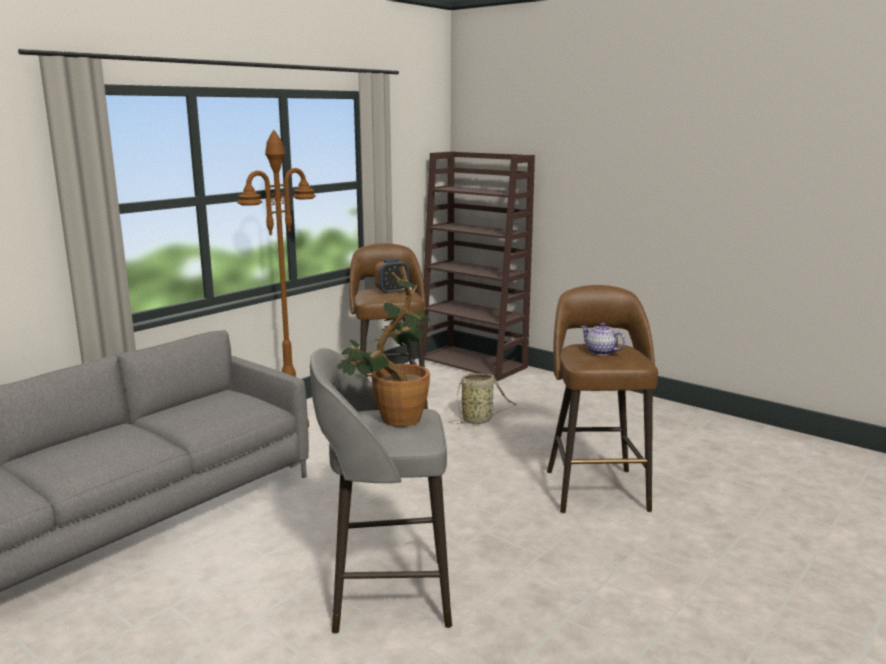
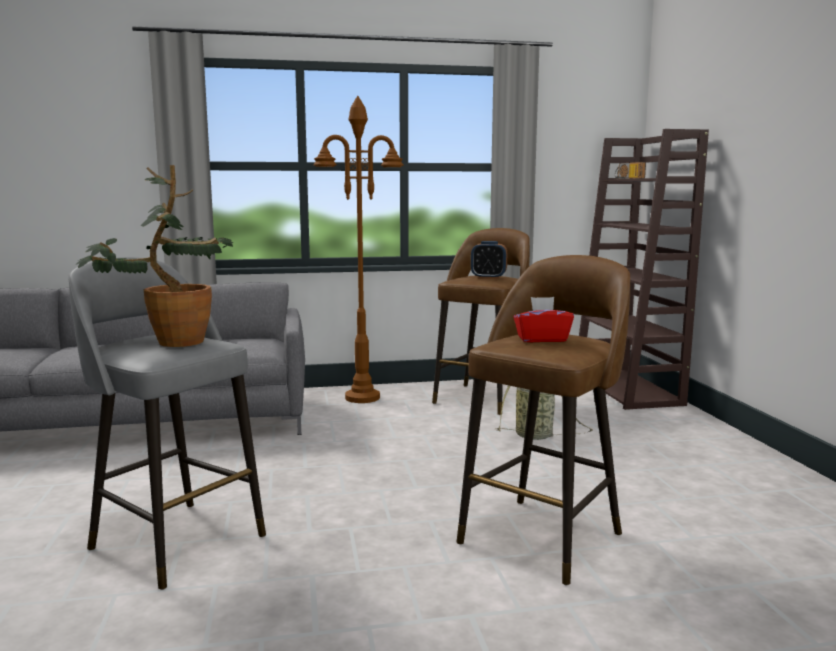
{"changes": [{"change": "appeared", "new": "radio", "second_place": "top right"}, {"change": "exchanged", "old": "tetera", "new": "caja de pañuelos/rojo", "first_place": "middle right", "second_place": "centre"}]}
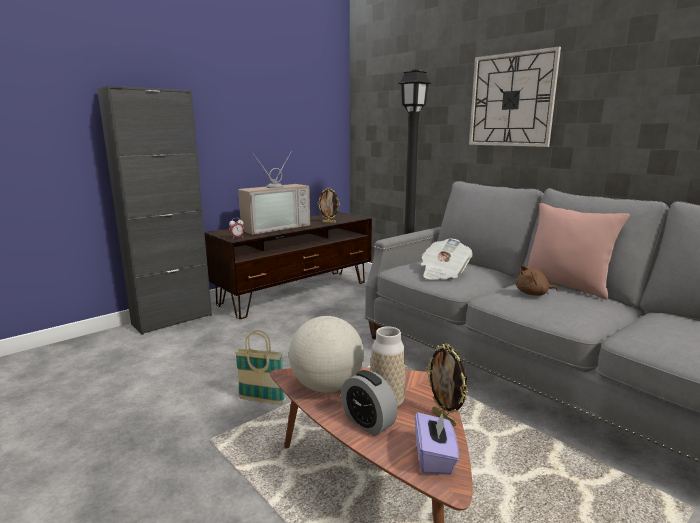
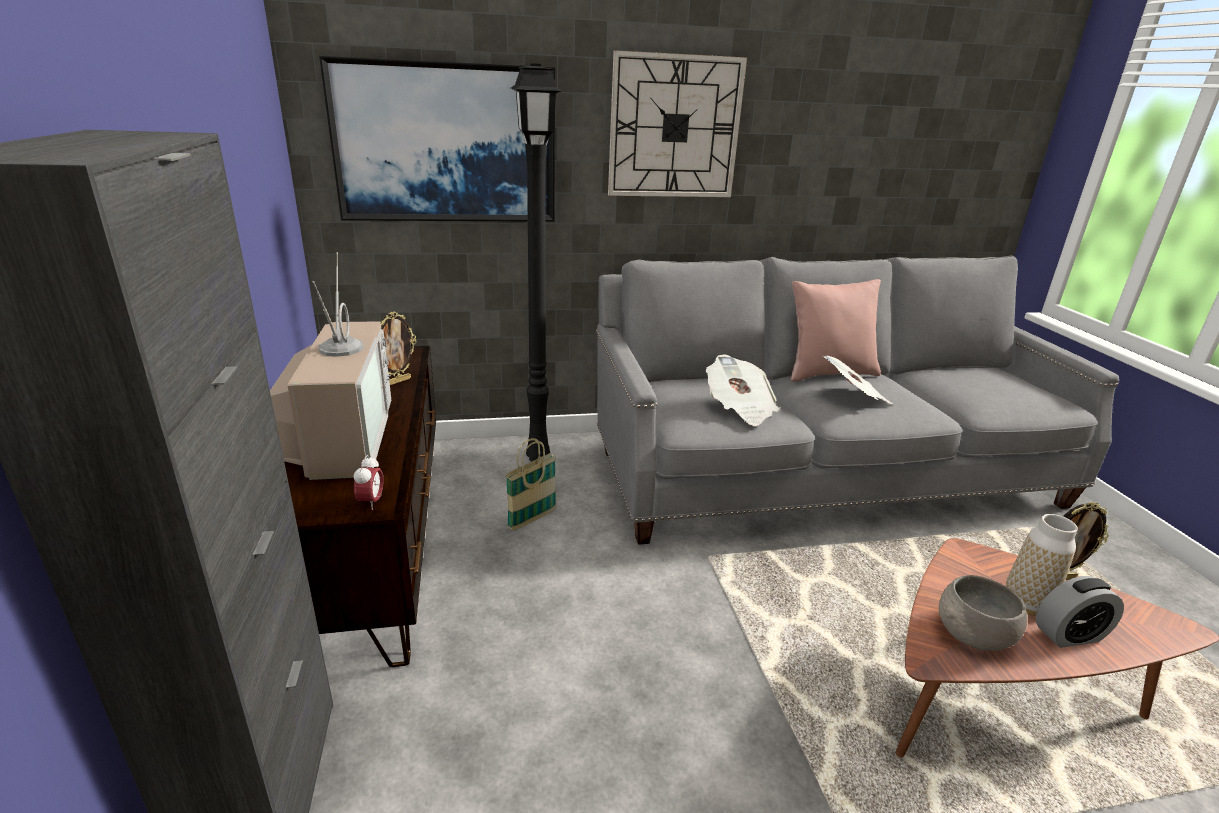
{"changes": [{"change": "missing", "old": "caja de pañuelos/morado", "first_place": "bottom centre"}, {"change": "appeared", "new": "cuadro", "second_place": "top centre"}, {"change": "relocated", "old": "cesta", "first_place": "bottom centre", "second_place": "centre"}, {"change": "exchanged", "old": "globo terráqueo", "new": "cuenco/gris", "first_place": "bottom centre", "second_place": "bottom right"}, {"change": "exchanged", "old": "peluche/marrón", "new": "periódico (no. 2 from left)", "first_place": "middle right", "second_place": "middle right"}]}
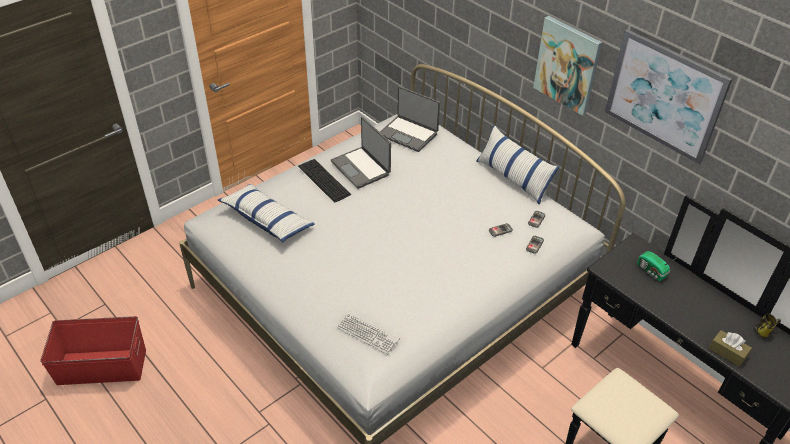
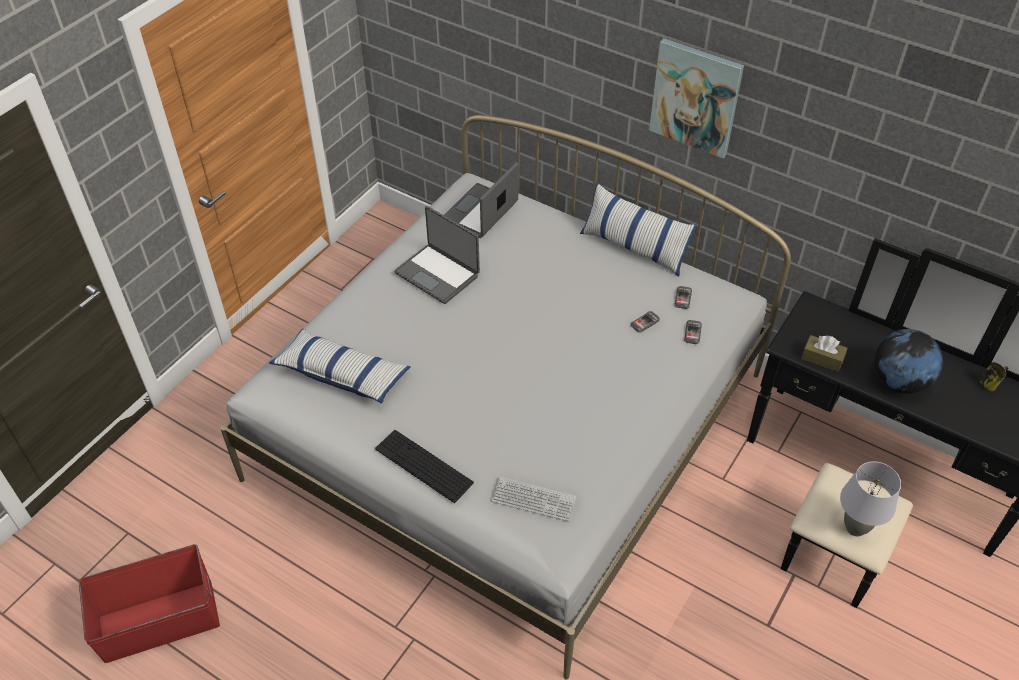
{"changes": [{"change": "missing", "old": "cuadro (no. 2 from left)", "first_place": "top right"}, {"change": "missing", "old": "radio", "first_place": "middle right"}, {"change": "appeared", "new": "lámpara de mesa/gris", "second_place": "bottom right"}, {"change": "appeared", "new": "globo terráqueo", "second_place": "middle right"}, {"change": "relocated", "old": "teclado (no. 1 from left)", "first_place": "centre", "second_place": "bottom centre"}, {"change": "relocated", "old": "caja de pañuelos/marrón", "first_place": "bottom right", "second_place": "middle right"}, {"change": "spun", "old": "portátil (no. 2 from left)", "first_place": "top centre", "second_place": "top centre", "degrees": 105}]}
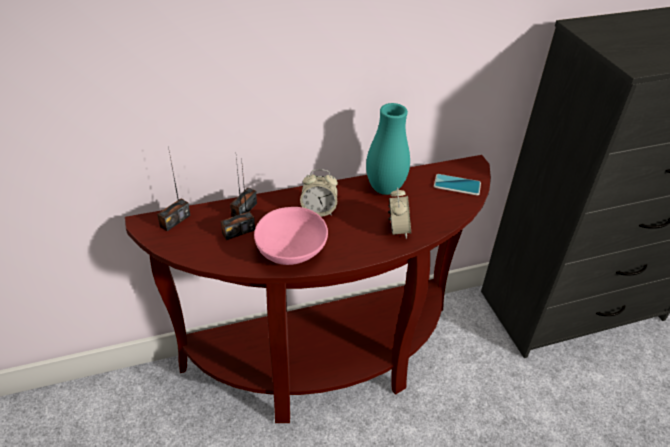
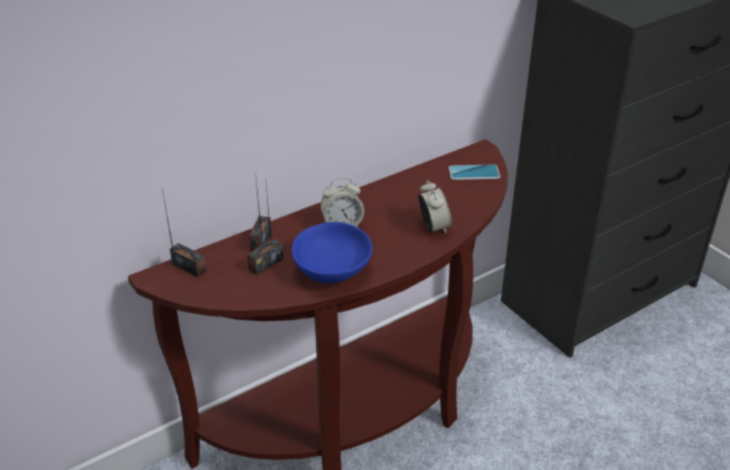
{"changes": [{"change": "missing", "old": "florero/turquesa", "first_place": "centre"}, {"change": "colour", "old": "cuenco/rosa", "new": "cuenco/azul", "first_place": "centre", "second_place": "centre"}, {"change": "spun", "old": "radio (no. 1 from left)", "first_place": "middle left", "second_place": "middle left", "degrees": -75}]}
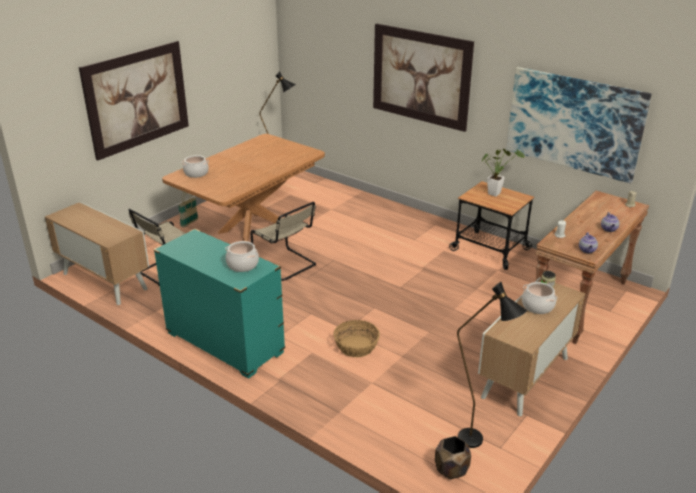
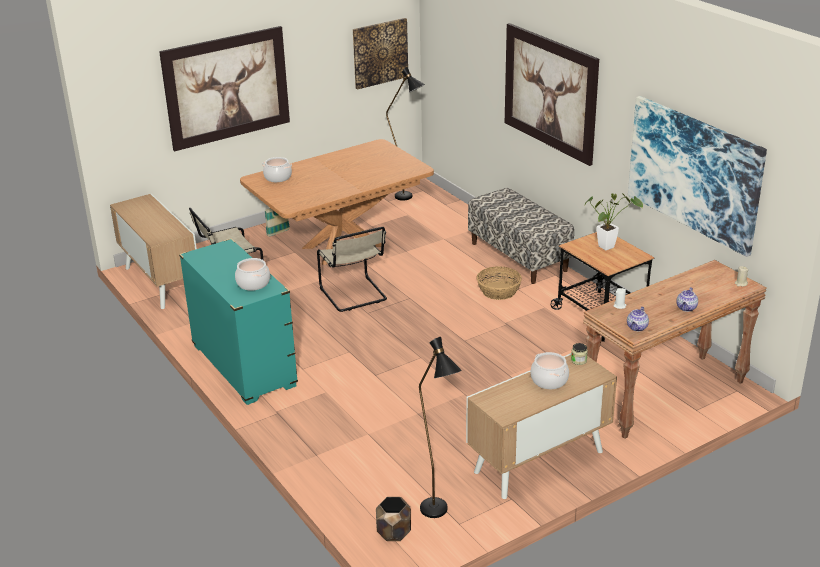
{"changes": [{"change": "appeared", "new": "cuadro (no. 2 from left)", "second_place": "top centre"}, {"change": "appeared", "new": "banco", "second_place": "centre"}, {"change": "relocated", "old": "cesta (no. 2 from left)", "first_place": "bottom centre", "second_place": "centre"}]}
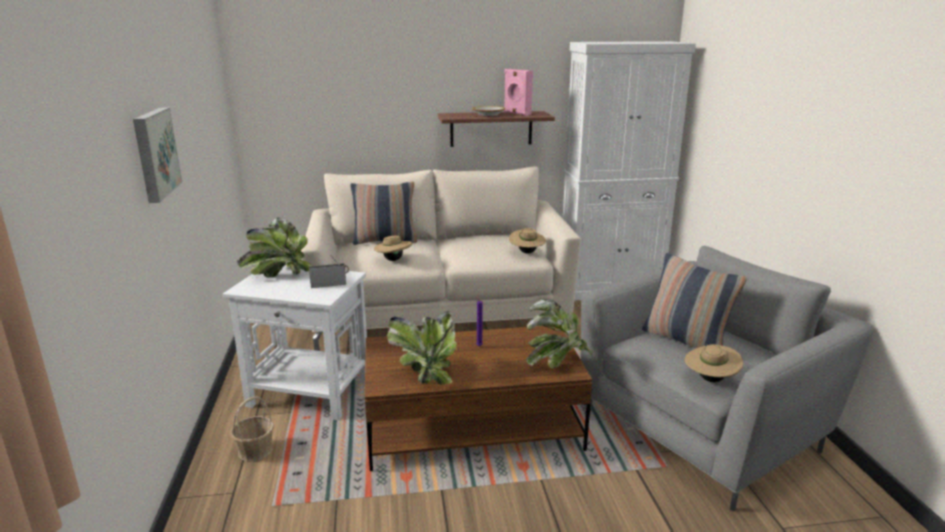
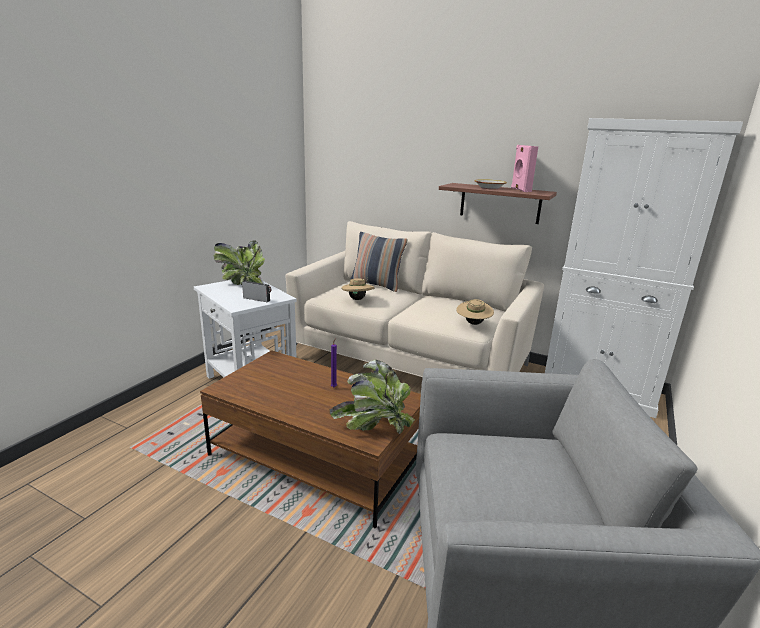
{"changes": [{"change": "missing", "old": "cuadro", "first_place": "top left"}, {"change": "missing", "old": "cesta", "first_place": "bottom left"}, {"change": "missing", "old": "planta en maceta (no. 2 from left)", "first_place": "centre"}, {"change": "missing", "old": "cojín (no. 2 from left)", "first_place": "middle right"}, {"change": "missing", "old": "sombrero/beis (no. 3 from left)", "first_place": "bottom right"}]}
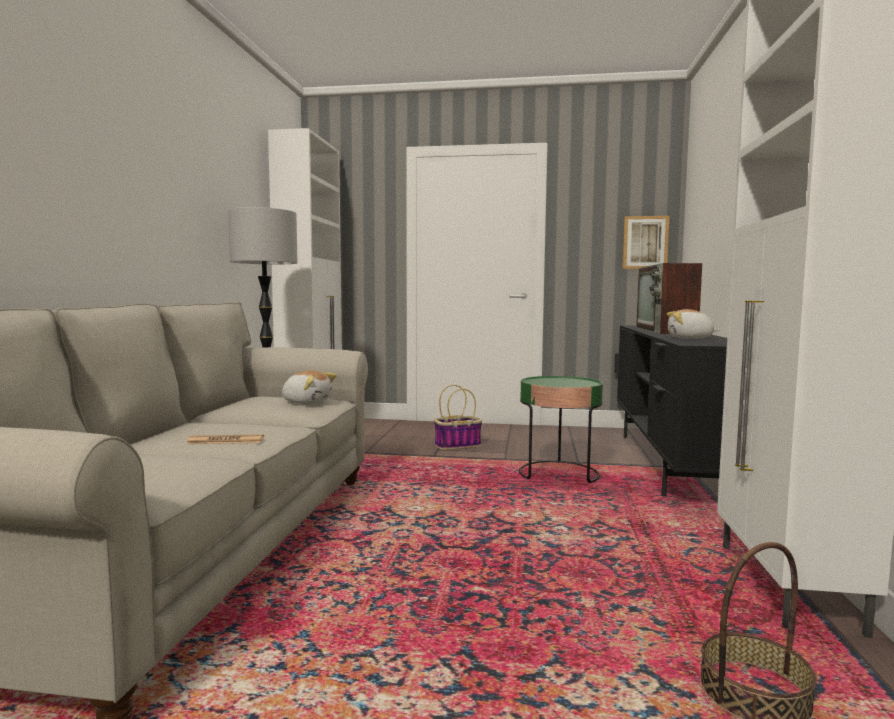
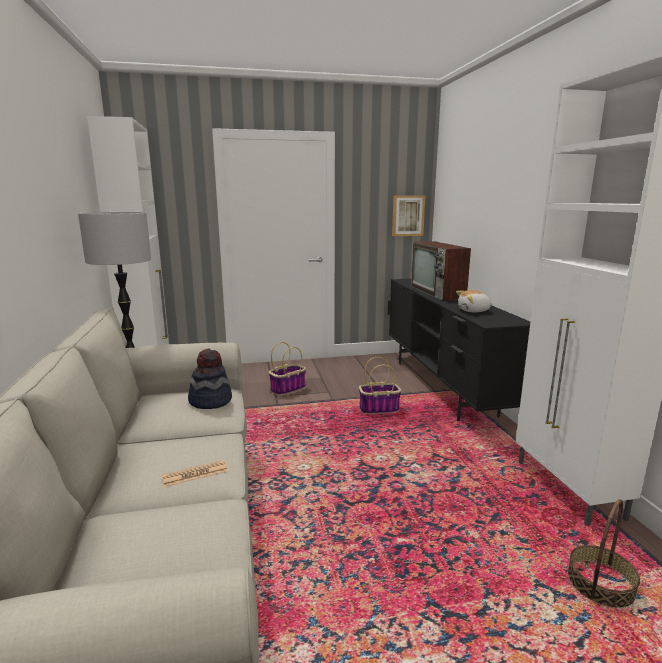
{"changes": [{"change": "exchanged", "old": "peluche (no. 1 from left)", "new": "sombrero", "first_place": "centre", "second_place": "middle left"}, {"change": "exchanged", "old": "mesa auxiliar/verde", "new": "cesta (no. 2 from left)", "first_place": "centre", "second_place": "centre"}]}
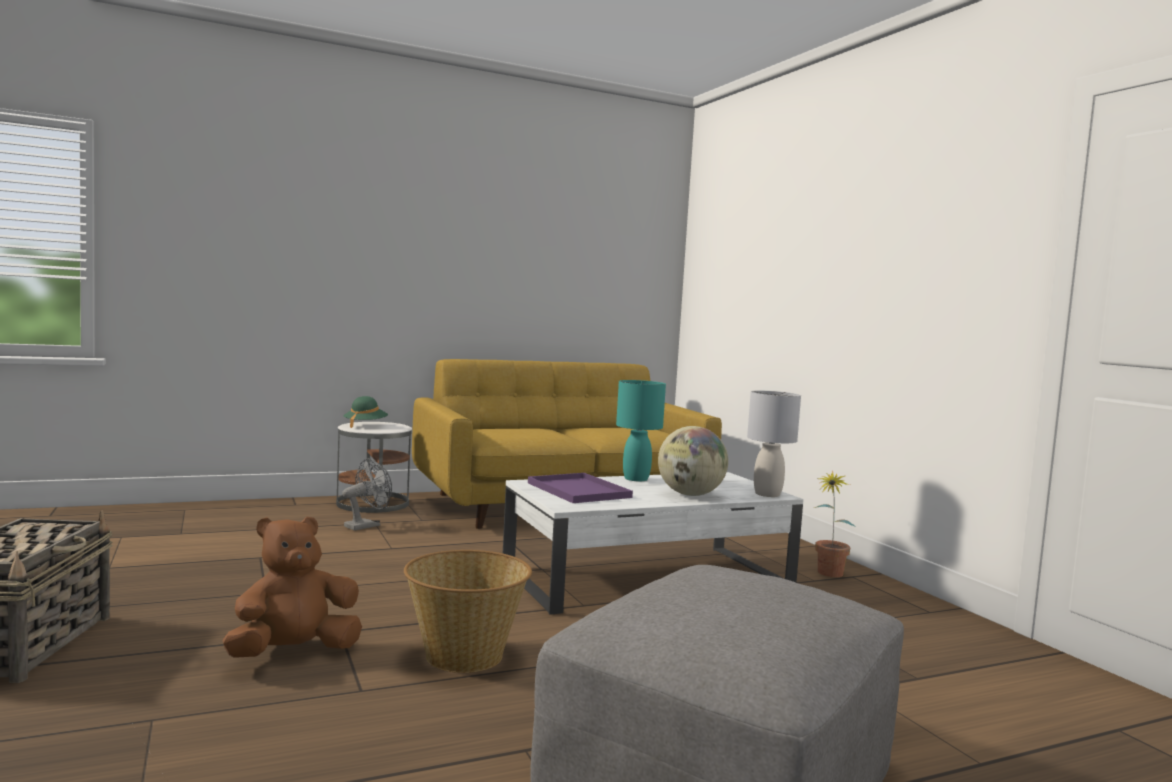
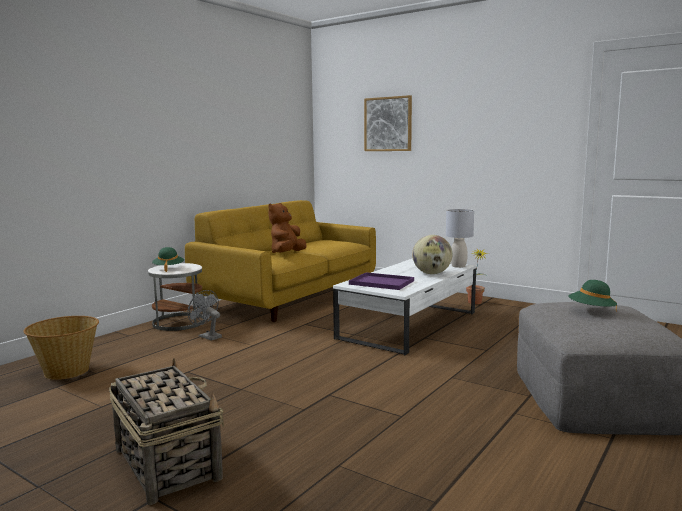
{"changes": [{"change": "missing", "old": "lámpara de mesa/turquesa", "first_place": "centre"}, {"change": "appeared", "new": "cuadro", "second_place": "top centre"}, {"change": "appeared", "new": "sombrero/verde (no. 2 from left)", "second_place": "middle right"}, {"change": "relocated", "old": "peluche/marrón", "first_place": "bottom left", "second_place": "centre"}, {"change": "relocated", "old": "cesta (no. 2 from left in the first image)", "new": "cesta (no. 1 from left)", "first_place": "bottom centre", "second_place": "bottom left"}, {"change": "spun", "old": "ventilador/gris", "first_place": "middle left", "second_place": "middle left", "degrees": -60}]}
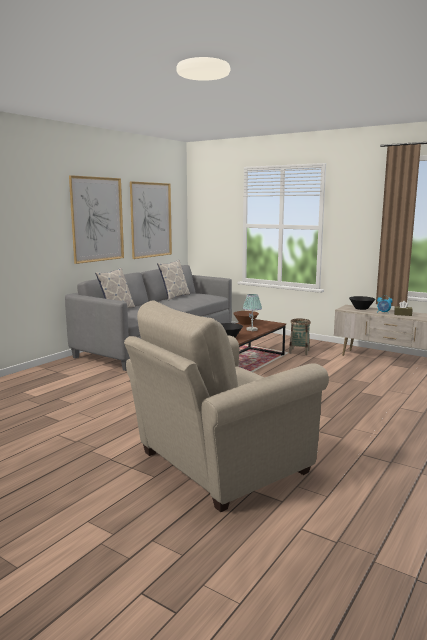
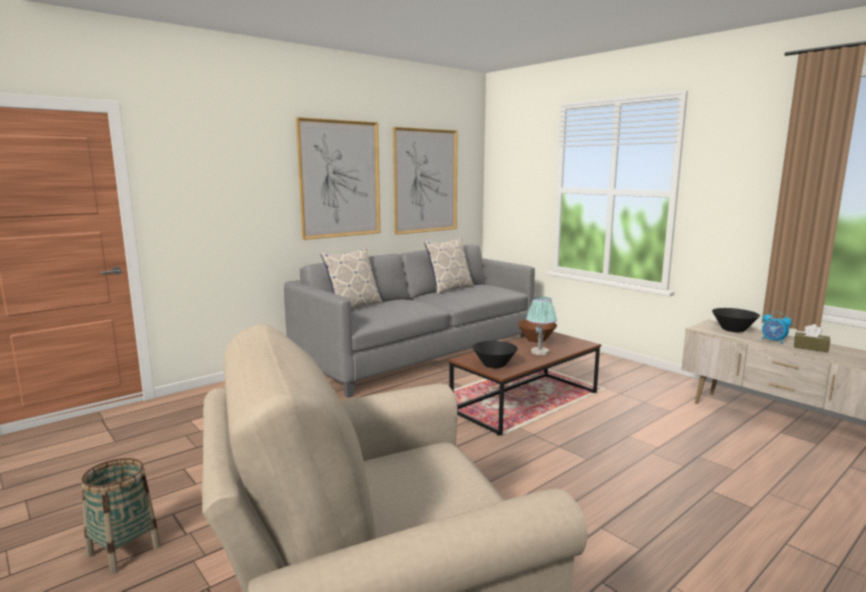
{"changes": [{"change": "relocated", "old": "cesta", "first_place": "middle right", "second_place": "bottom left"}]}
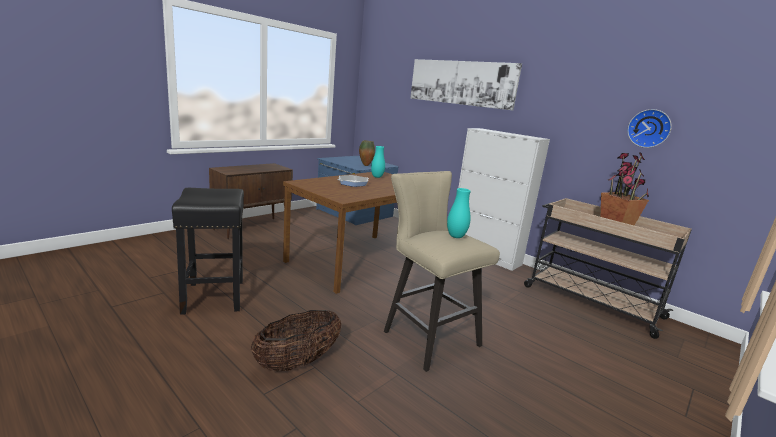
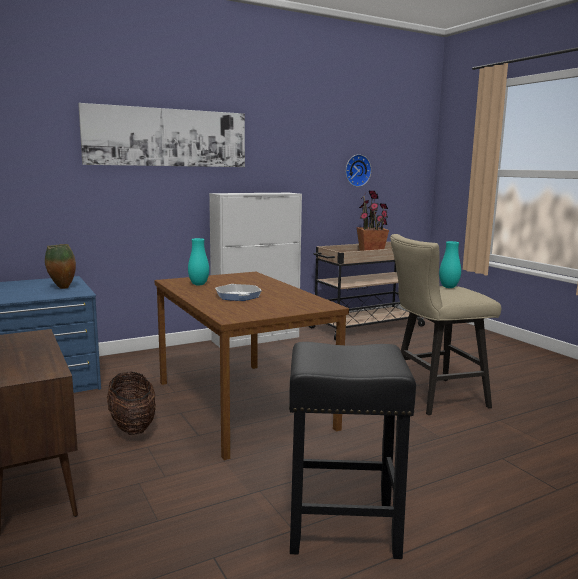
{"changes": [{"change": "relocated", "old": "cesta", "first_place": "bottom centre", "second_place": "bottom left"}]}
